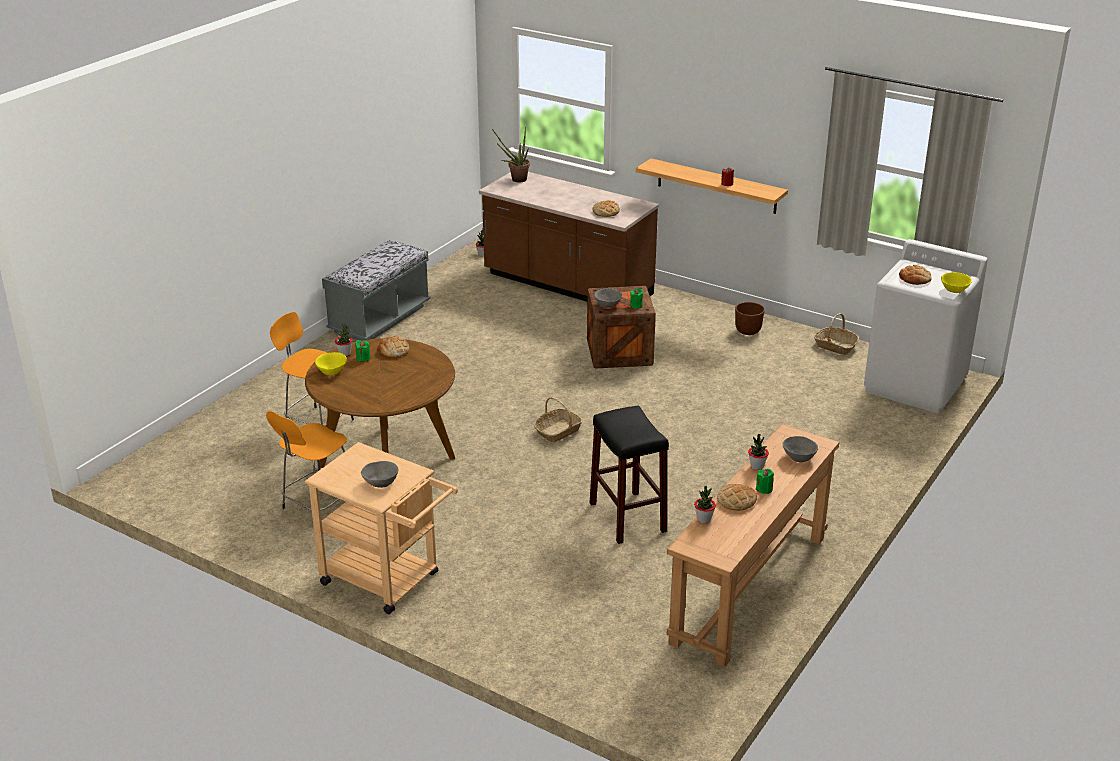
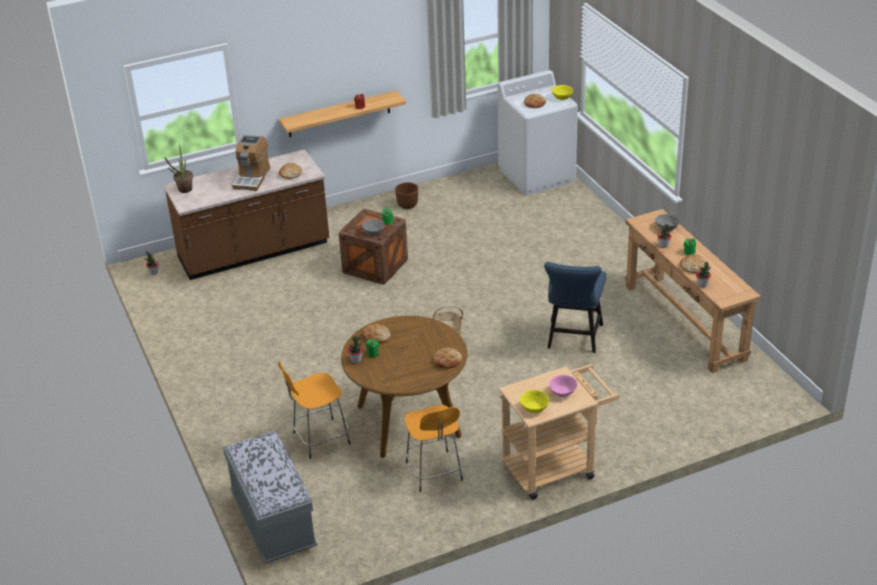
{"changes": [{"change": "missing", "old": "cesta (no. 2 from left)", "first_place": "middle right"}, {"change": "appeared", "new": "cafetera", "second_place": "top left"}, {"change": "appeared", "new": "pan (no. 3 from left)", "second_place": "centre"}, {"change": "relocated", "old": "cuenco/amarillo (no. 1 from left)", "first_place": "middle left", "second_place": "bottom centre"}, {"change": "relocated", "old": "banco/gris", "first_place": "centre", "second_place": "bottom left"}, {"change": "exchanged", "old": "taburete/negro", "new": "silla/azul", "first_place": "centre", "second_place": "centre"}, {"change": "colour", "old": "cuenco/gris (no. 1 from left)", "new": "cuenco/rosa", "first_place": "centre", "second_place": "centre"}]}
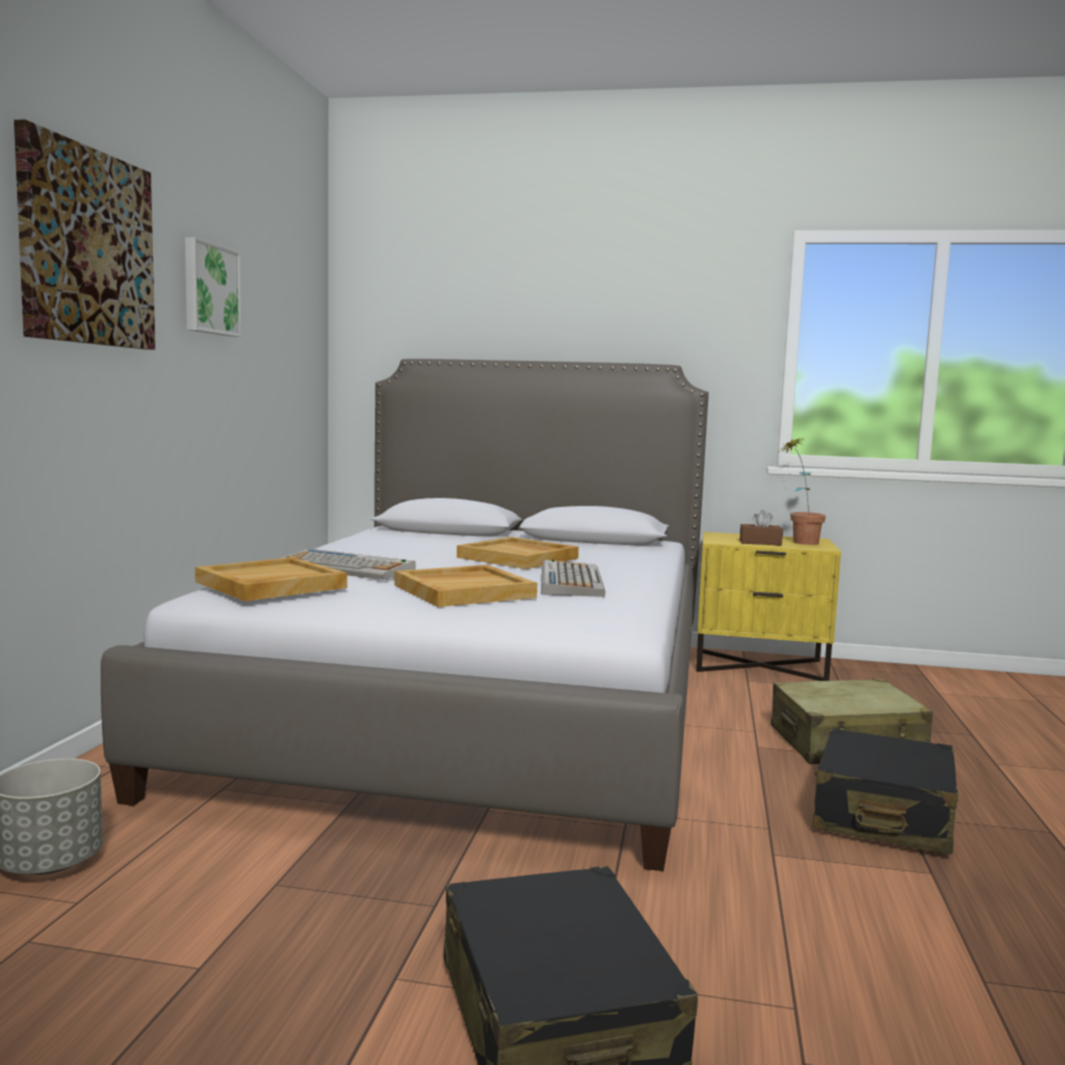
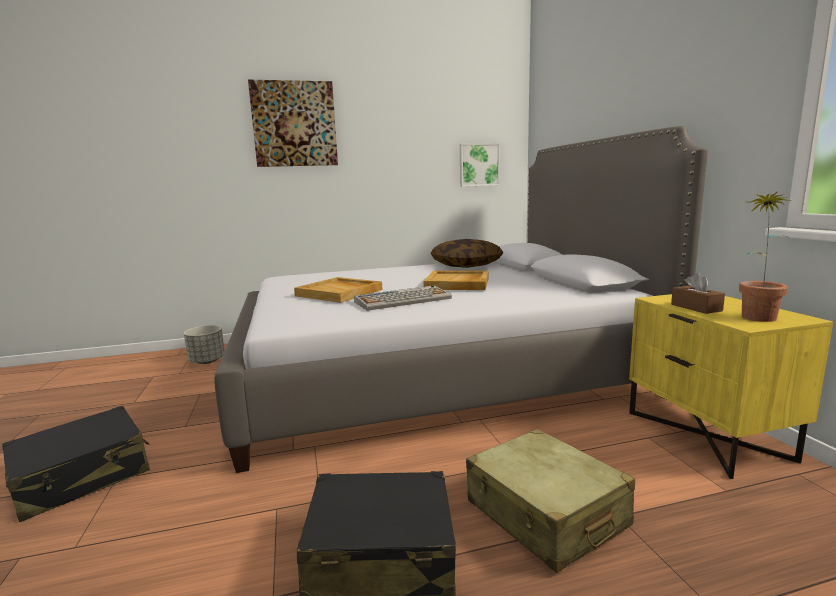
{"changes": [{"change": "missing", "old": "bandeja/beis (no. 1 from left)", "first_place": "middle left"}, {"change": "missing", "old": "teclado (no. 1 from left)", "first_place": "middle left"}, {"change": "appeared", "new": "cojín", "second_place": "centre"}, {"change": "relocated", "old": "cuadro (no. 2 from left)", "first_place": "top left", "second_place": "top centre"}]}
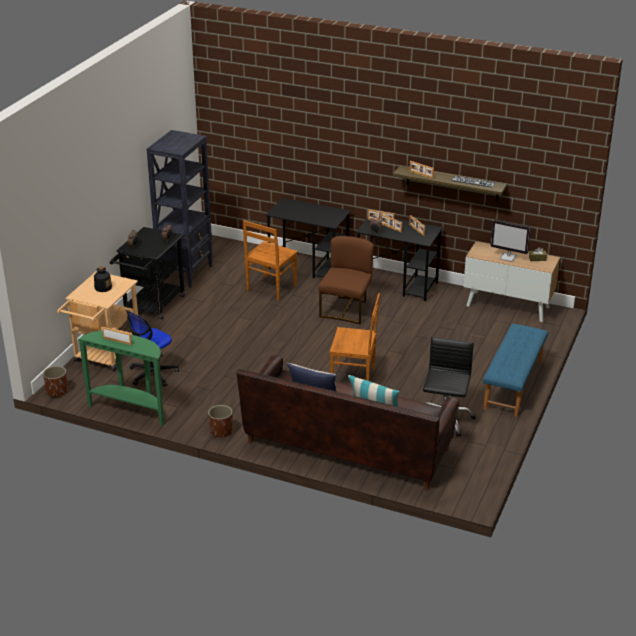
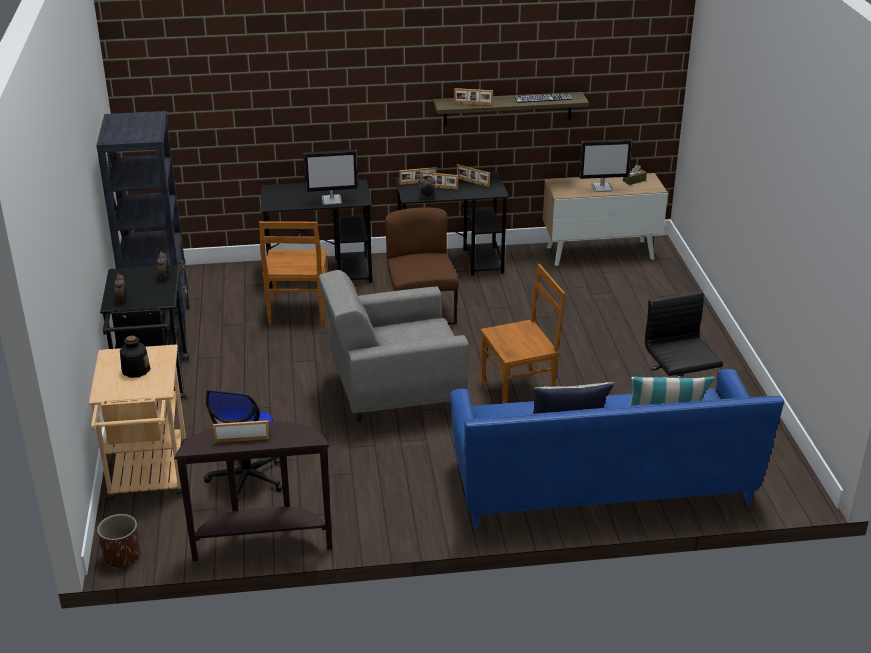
{"changes": [{"change": "missing", "old": "maceta/marrón (no. 2 from left)", "first_place": "centre"}, {"change": "missing", "old": "banco/azul", "first_place": "middle right"}, {"change": "appeared", "new": "monitor (no. 1 from left)", "second_place": "top centre"}, {"change": "appeared", "new": "sillón/gris", "second_place": "centre"}, {"change": "colour", "old": "mesa consola/verde", "new": "mesa consola/marrón", "first_place": "middle left", "second_place": "bottom left"}, {"change": "colour", "old": "sofá/marrón", "new": "sofá/azul", "first_place": "centre", "second_place": "bottom right"}]}
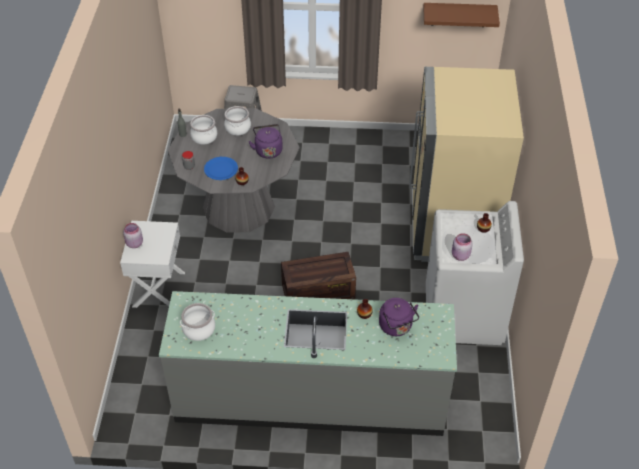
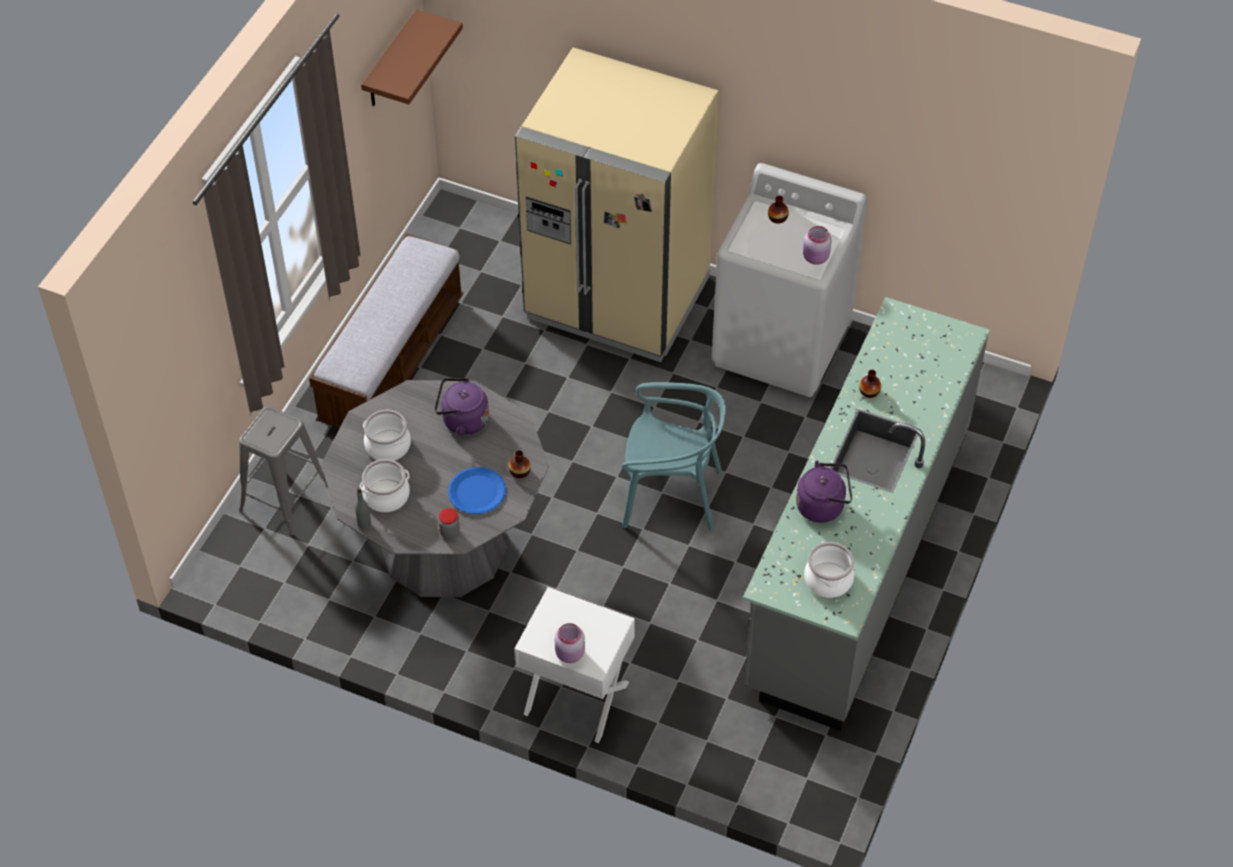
{"changes": [{"change": "appeared", "new": "banco", "second_place": "middle left"}, {"change": "relocated", "old": "hervidor/morado (no. 2 from left)", "first_place": "bottom centre", "second_place": "middle right"}, {"change": "exchanged", "old": "caja de embalaje", "new": "silla/turquesa", "first_place": "centre", "second_place": "centre"}]}
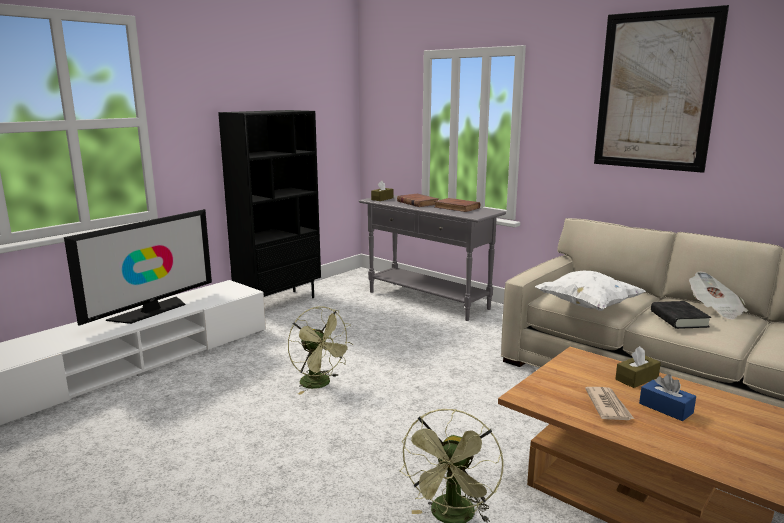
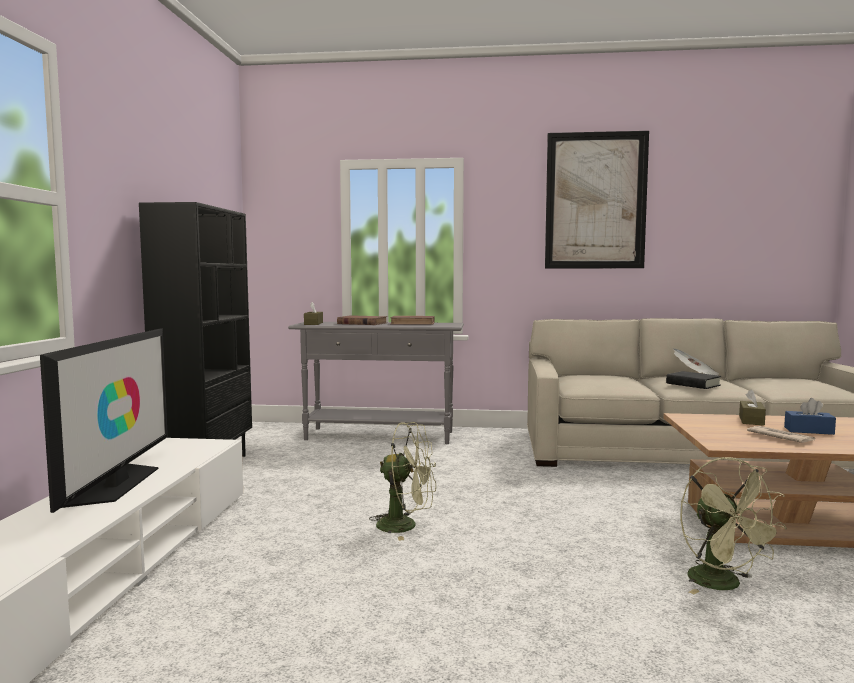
{"changes": [{"change": "missing", "old": "cojín/blanco", "first_place": "middle right"}]}
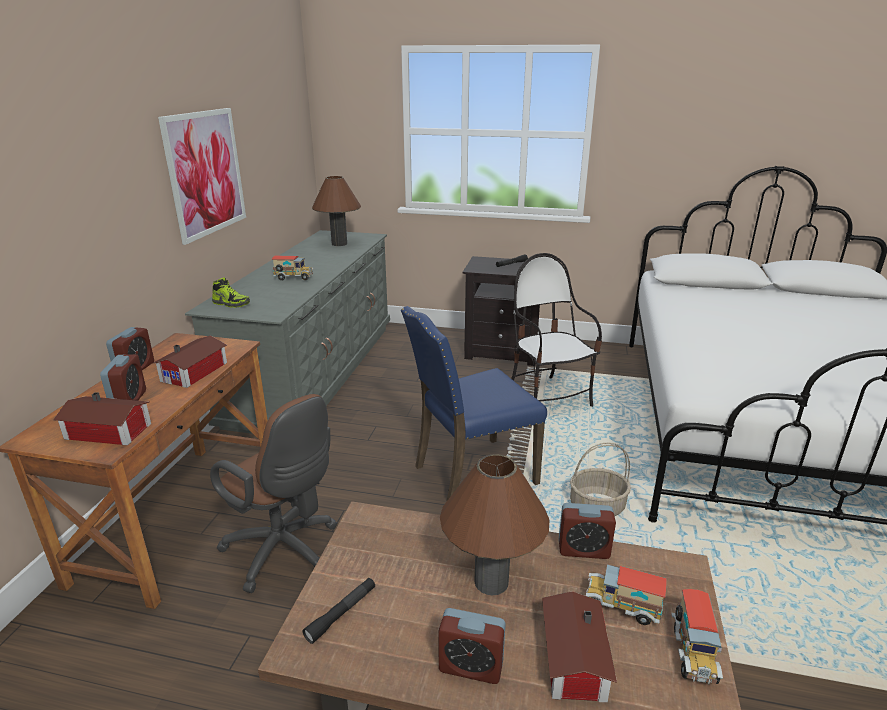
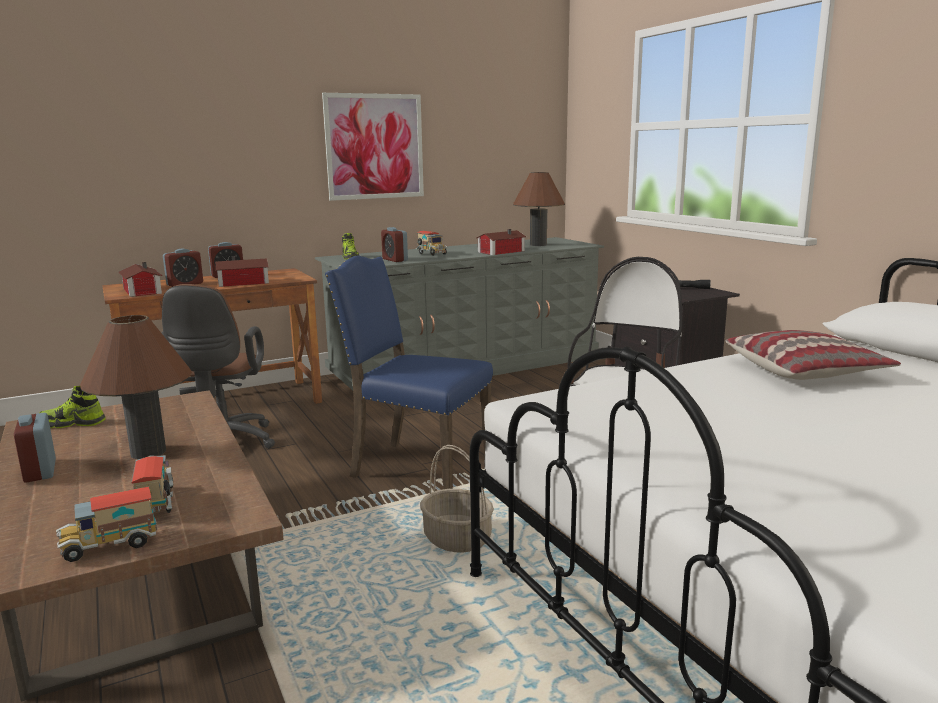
{"changes": [{"change": "appeared", "new": "cojín", "second_place": "middle right"}, {"change": "relocated", "old": "casita (no. 3 from left)", "first_place": "bottom centre", "second_place": "centre"}, {"change": "relocated", "old": "despertador (no. 4 from left)", "first_place": "bottom centre", "second_place": "centre"}, {"change": "exchanged", "old": "linterna/negro (no. 1 from left)", "new": "zapato (no. 1 from left)", "first_place": "bottom centre", "second_place": "middle left"}]}
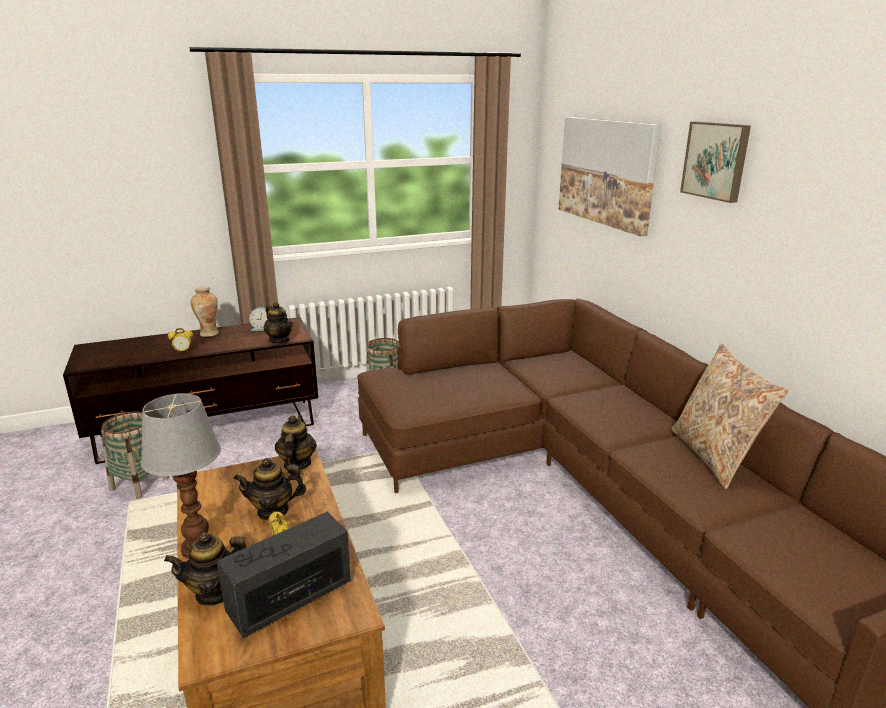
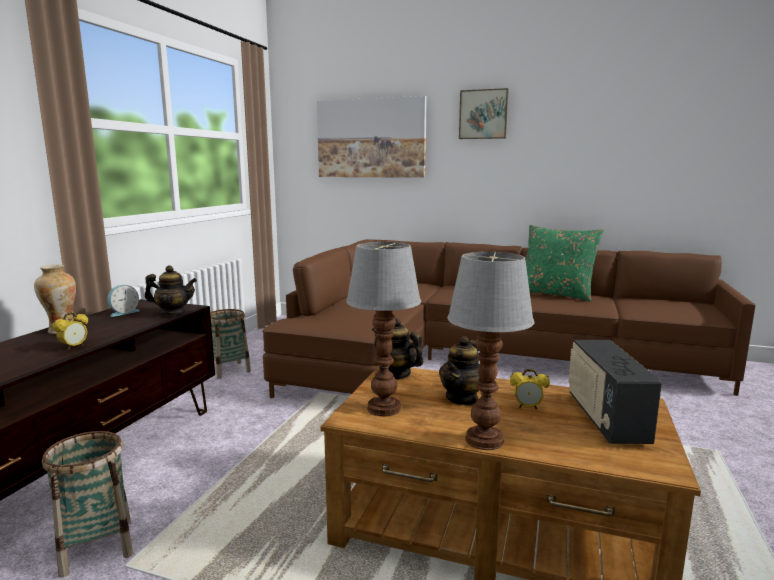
{"changes": [{"change": "missing", "old": "tetera (no. 1 from left)", "first_place": "bottom left"}, {"change": "appeared", "new": "lámpara de mesa (no. 1 from left)", "second_place": "centre"}, {"change": "colour", "old": "cojín/beis", "new": "cojín/verde", "first_place": "middle right", "second_place": "middle right"}]}
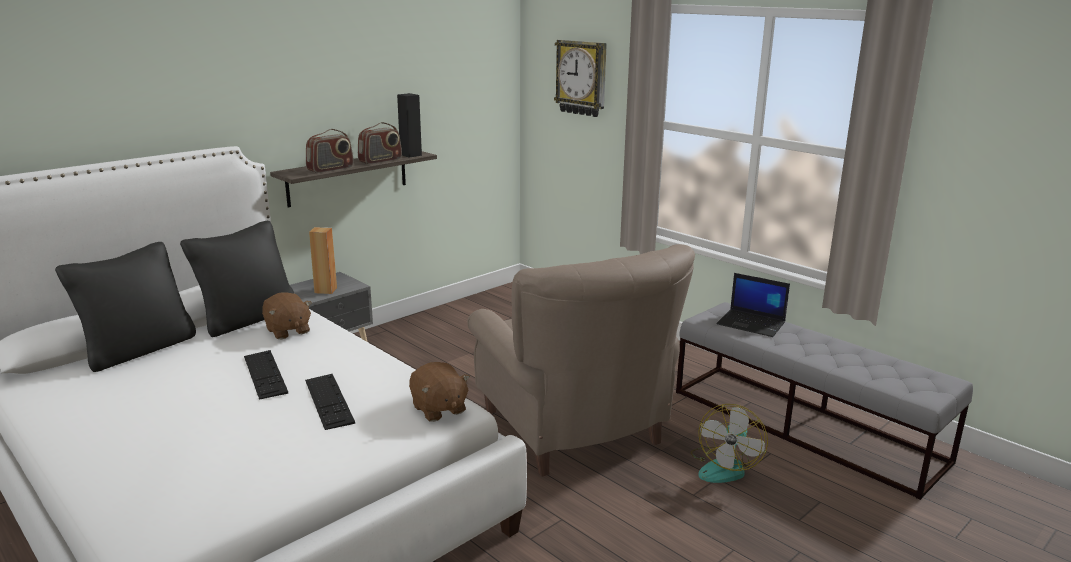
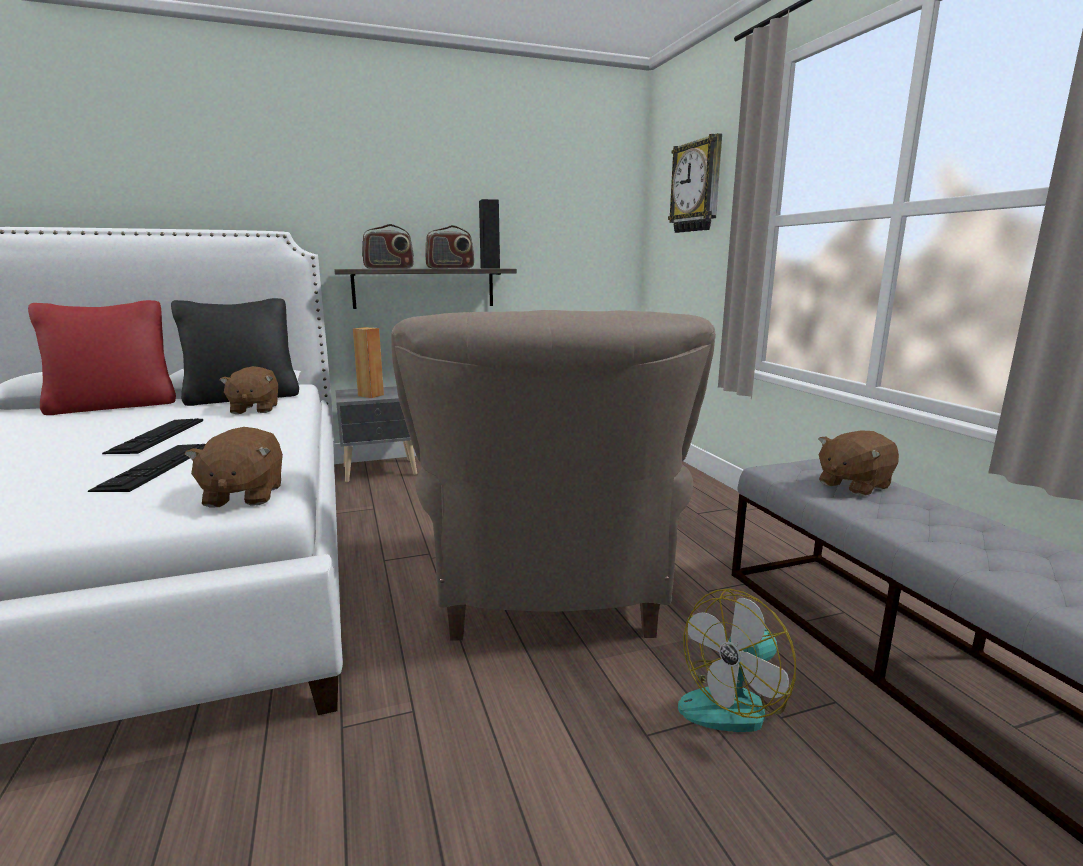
{"changes": [{"change": "exchanged", "old": "portátil", "new": "peluche/marrón (no. 3 from left)", "first_place": "middle right", "second_place": "middle right"}, {"change": "colour", "old": "cojín/negro (no. 1 from left)", "new": "cojín/rojo", "first_place": "middle left", "second_place": "middle left"}]}
